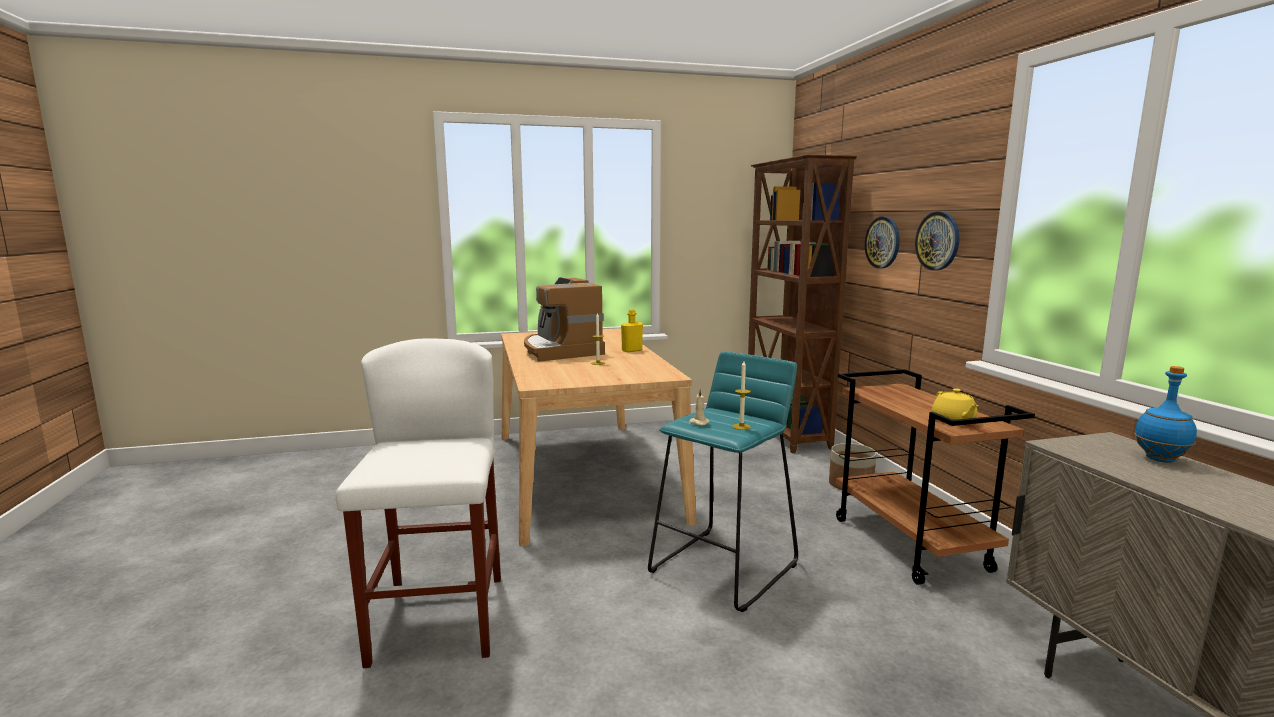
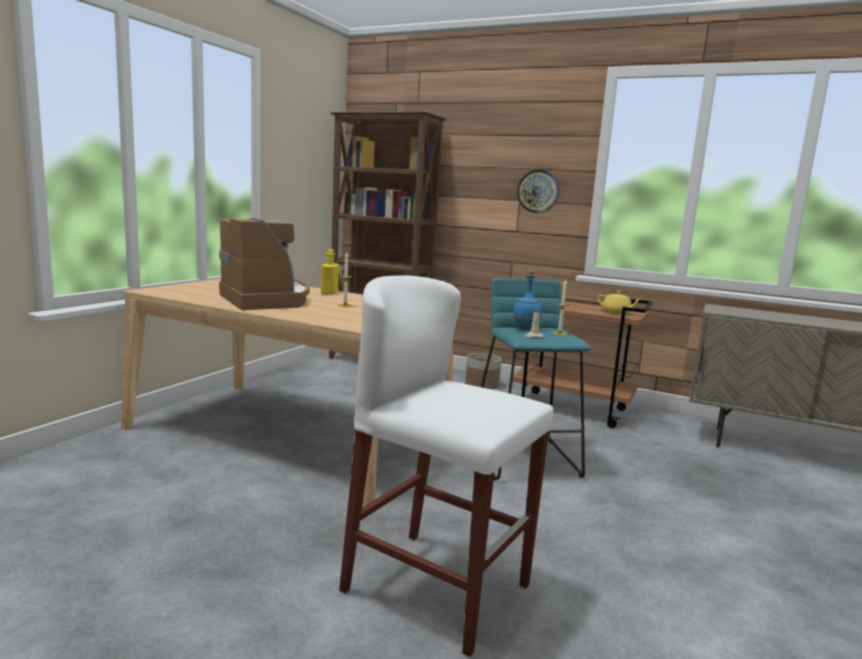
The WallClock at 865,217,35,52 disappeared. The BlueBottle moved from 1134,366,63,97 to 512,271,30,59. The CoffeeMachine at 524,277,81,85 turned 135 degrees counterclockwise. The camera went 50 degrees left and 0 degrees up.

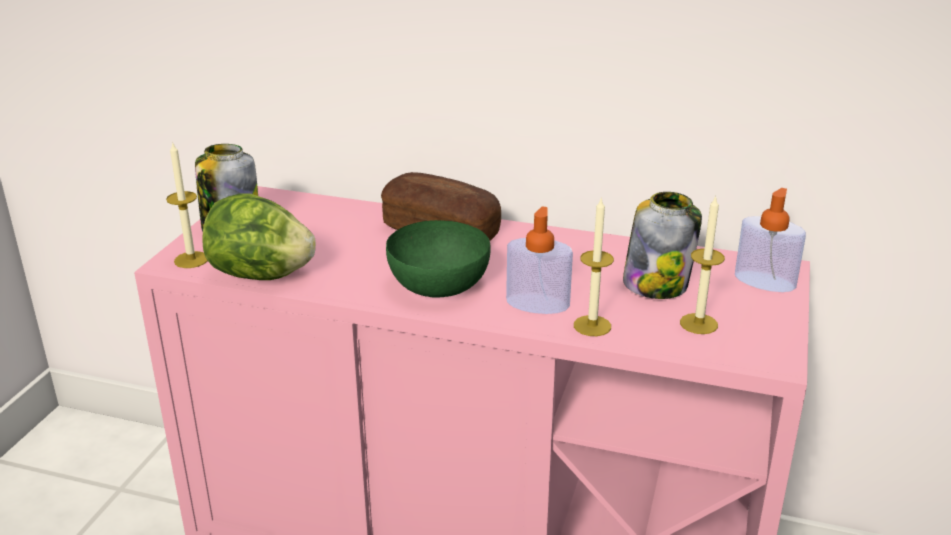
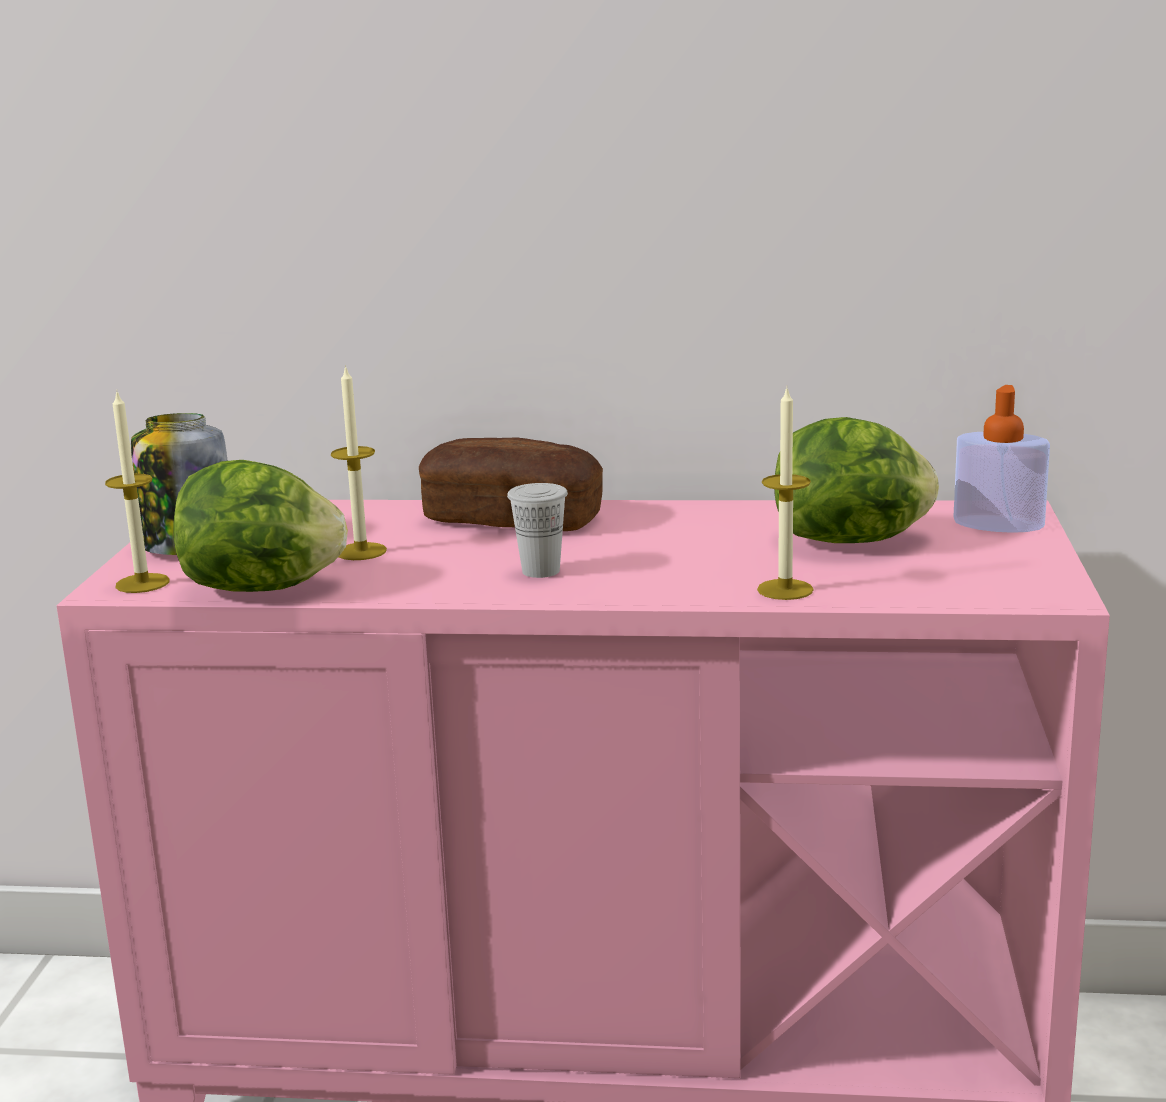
The SoapDispenser at 506,207,67,107 disappeared. The Candle moved from 680,195,45,139 to 331,365,56,195. The GreenBowl at 386,220,105,78 was replaced by the WhiteCup at 507,483,61,95. The Jar at 623,192,79,107 was replaced by the Lettuce at 774,417,165,126. The camera went 10 degrees left and 10 degrees down.

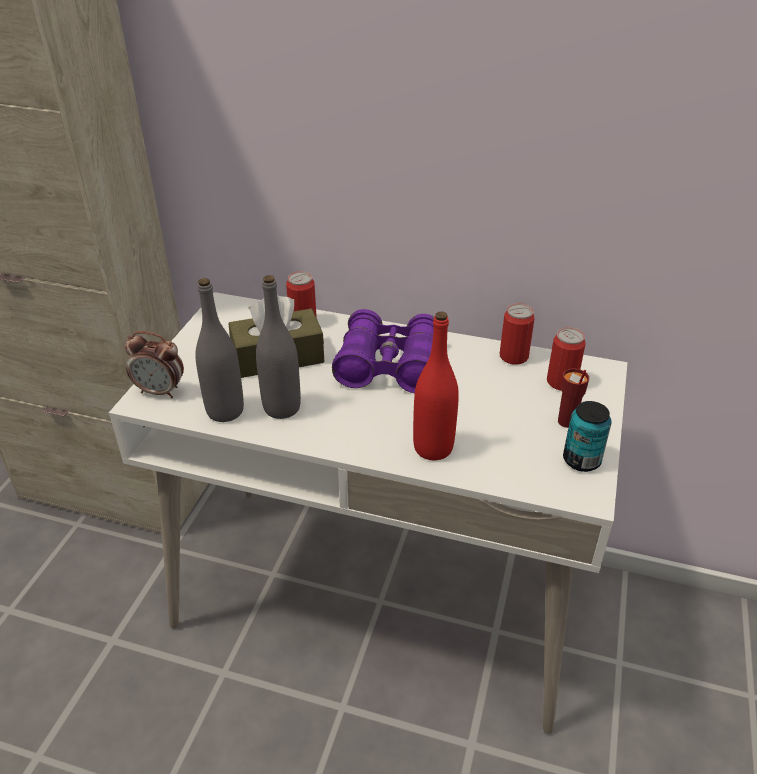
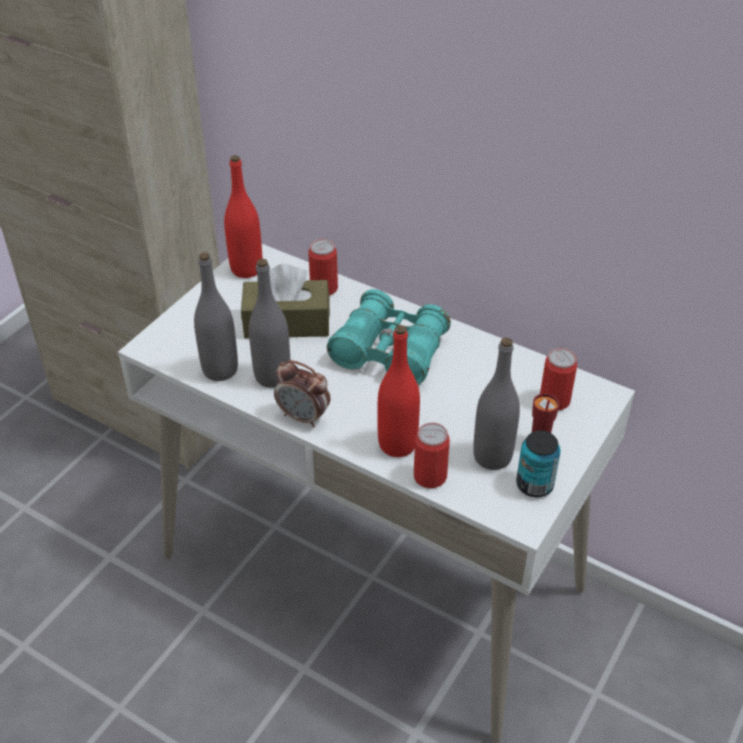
The RedBottle at 224,155,39,123 appeared. The GreyBottle at 473,338,47,132 appeared. The AlarmClock moved from 125,331,59,67 to 274,360,56,68. The Can moved from 500,303,34,62 to 414,423,36,65. The PurpleBinoculars at 332,309,102,84 became the TurquoiseBinoculars at 327,289,124,96. The camera went 15 degrees right and 5 degrees up.

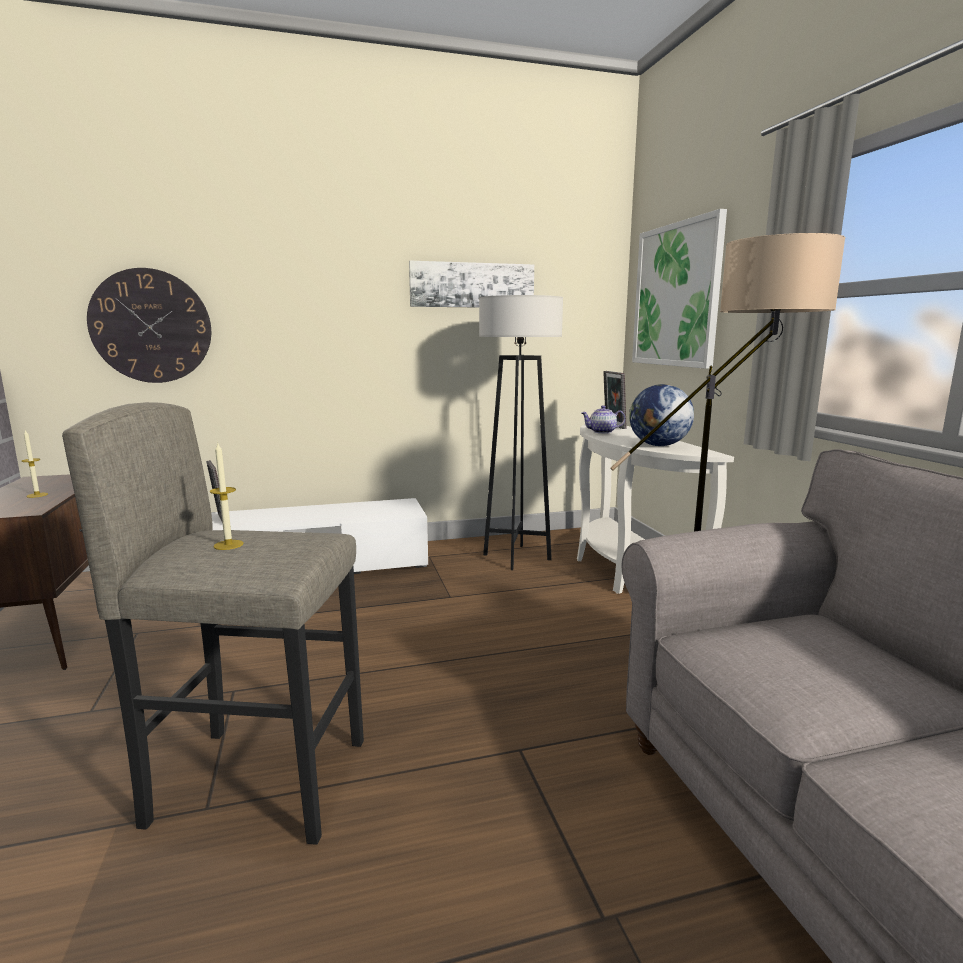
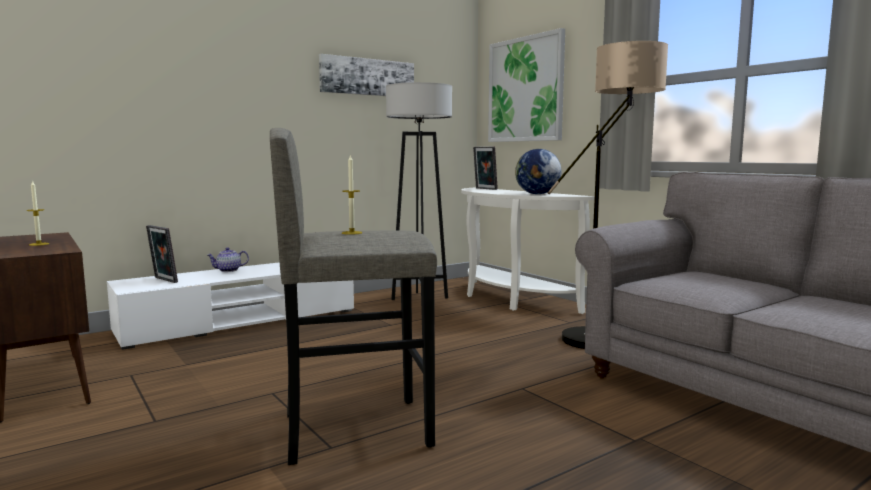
The WallClock at 87,268,124,115 disappeared. The Teapot moved from 581,405,44,29 to 207,247,42,25. The camera went 20 degrees left and 5 degrees down.

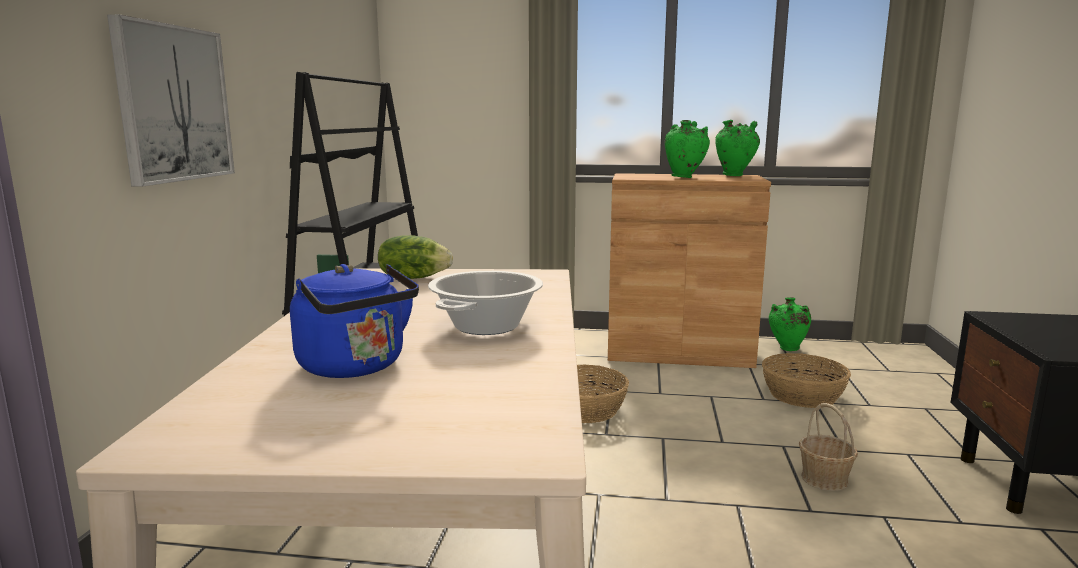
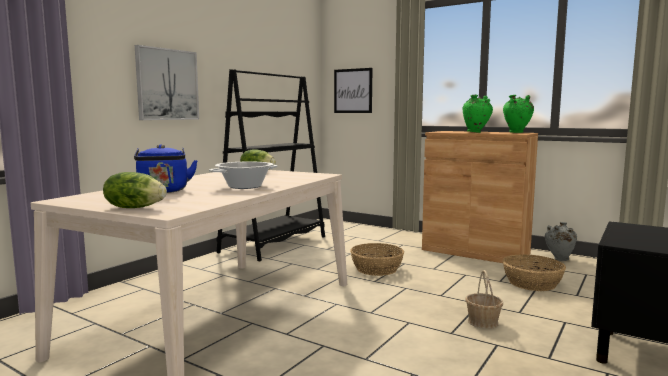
The Lettuce at 103,172,64,36 appeared. The Picture at 334,68,38,45 appeared. The GreenVase at 769,297,42,54 became the GreyVase at 545,222,32,39. The camera went 25 degrees right and 5 degrees down.

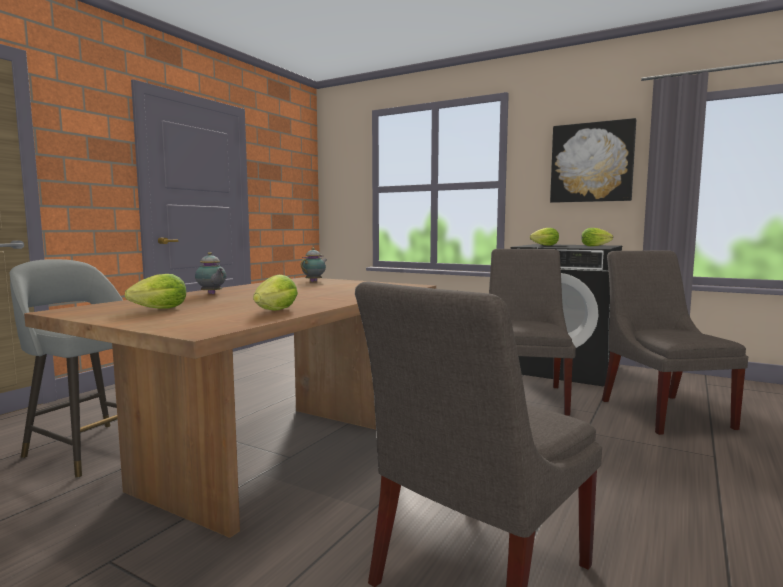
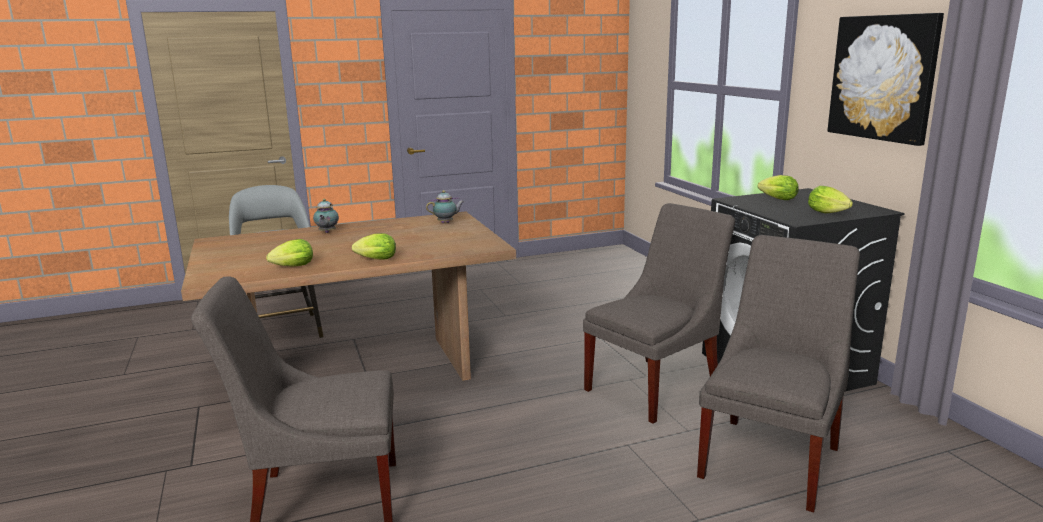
The Lettuce moved from 125,274,61,35 to 352,233,44,27. The camera went 40 degrees right and 10 degrees up.

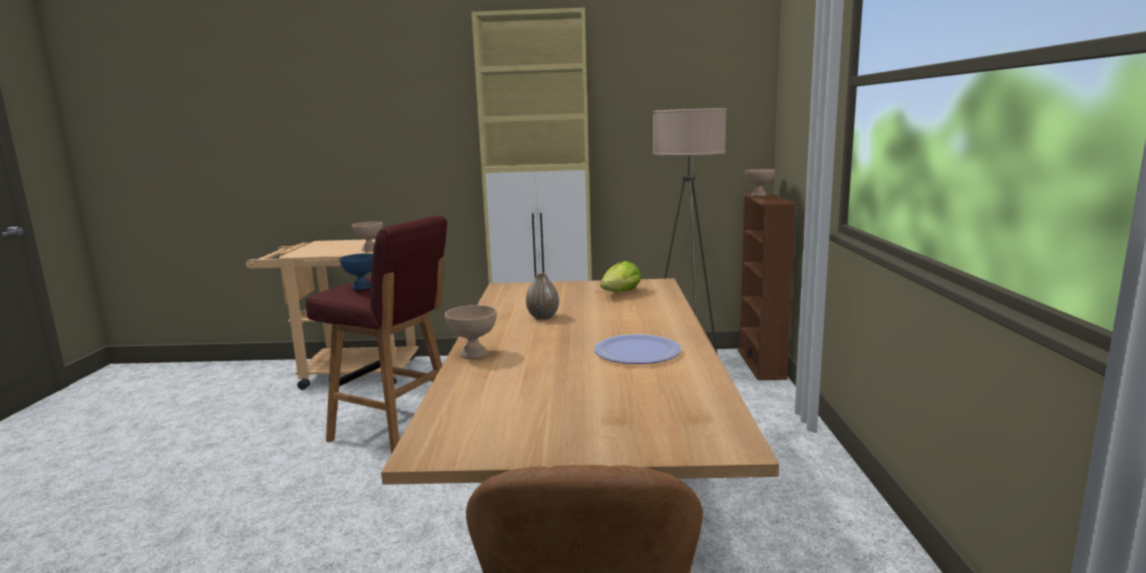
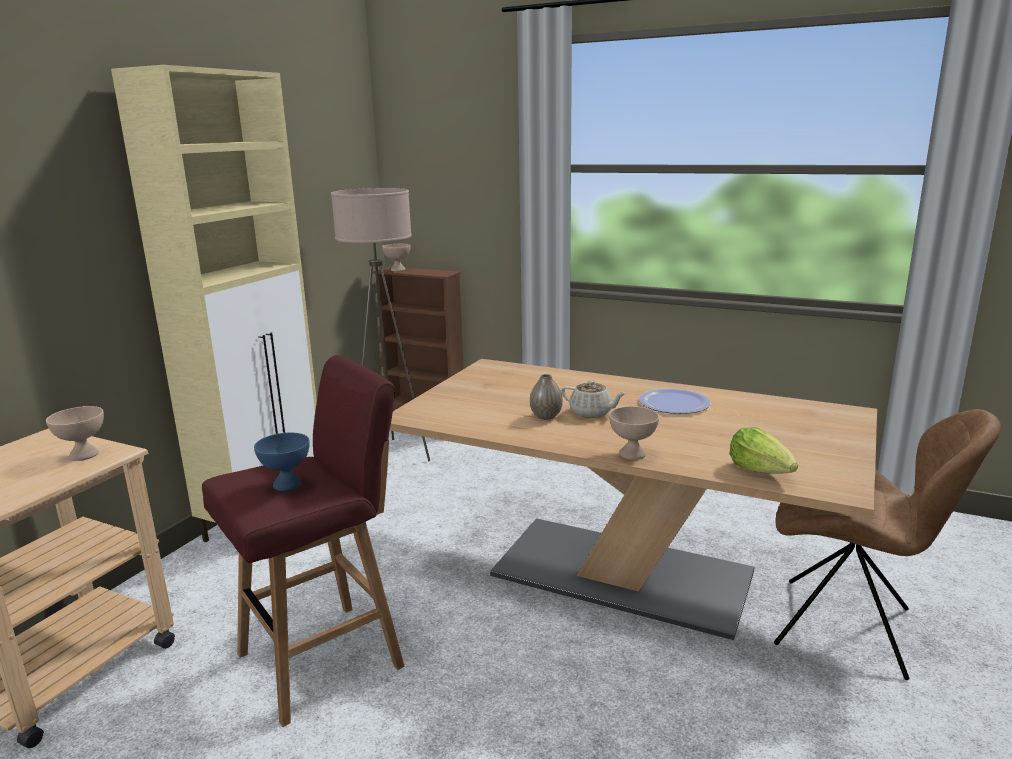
The BeigeTeapot at 561,380,65,38 appeared. The Lettuce moved from 600,261,41,31 to 729,427,69,47. The camera went 65 degrees left and 5 degrees up.

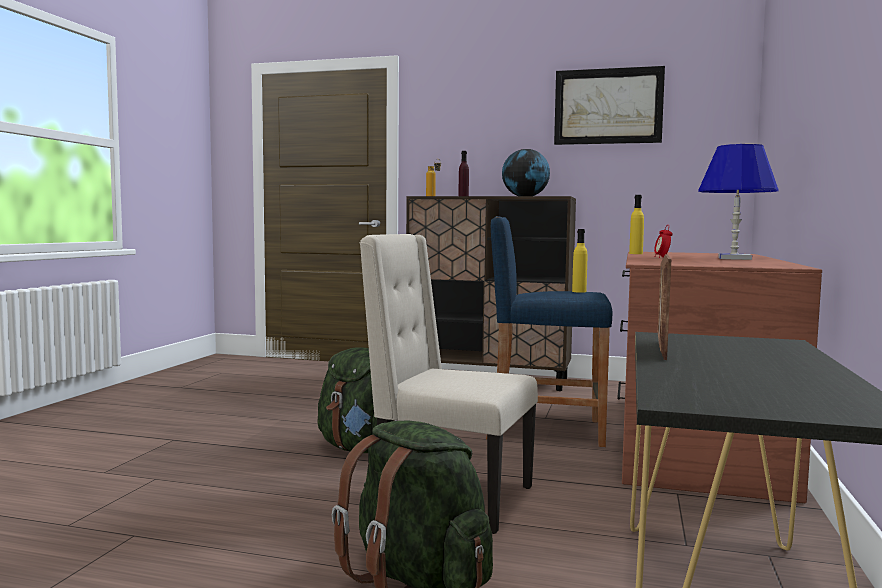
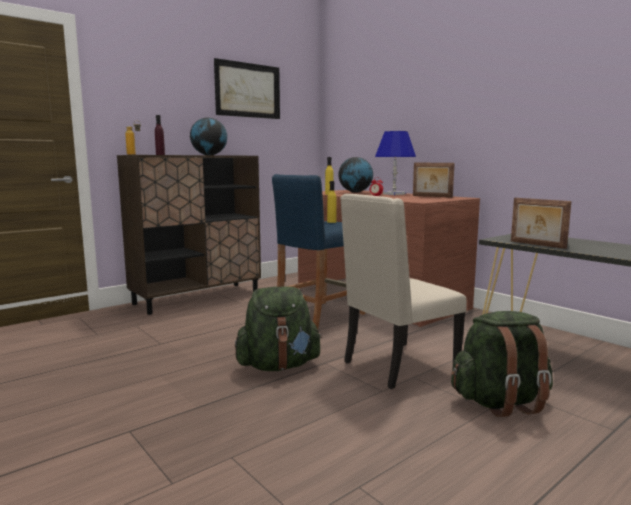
The Globe at 338,157,35,36 appeared. The PictureFrame at 413,163,42,35 appeared. The camera went 55 degrees left and 5 degrees up.

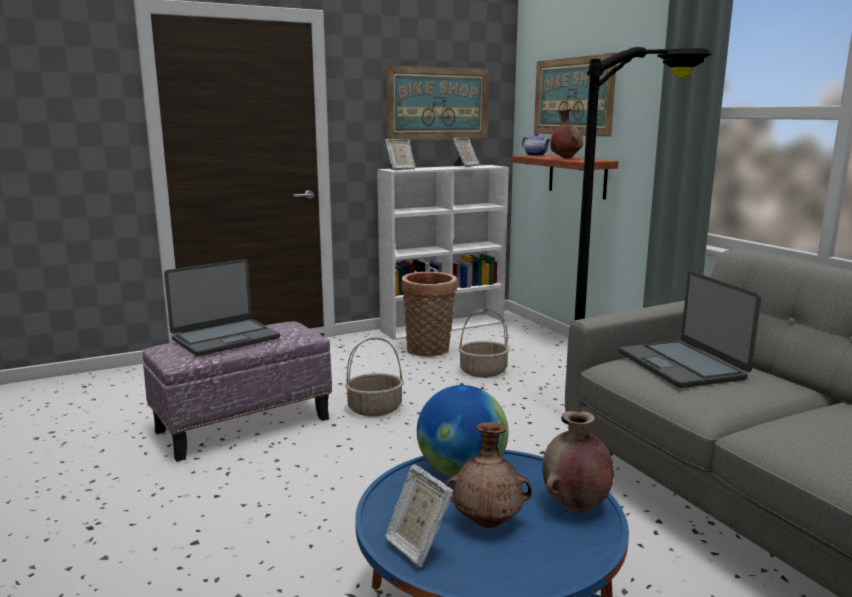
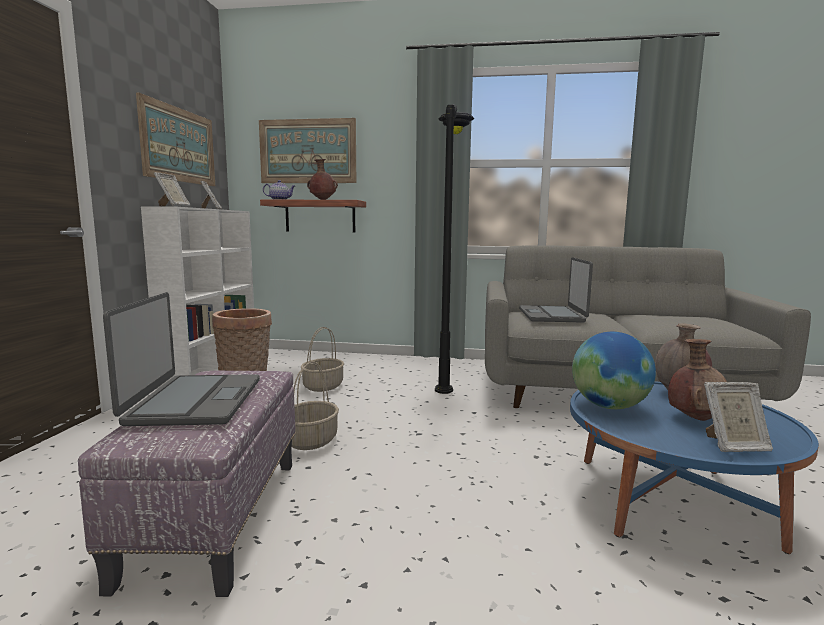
The Laptop at 619,271,142,117 turned 75 degrees clockwise. The camera went 55 degrees left and 5 degrees down.

